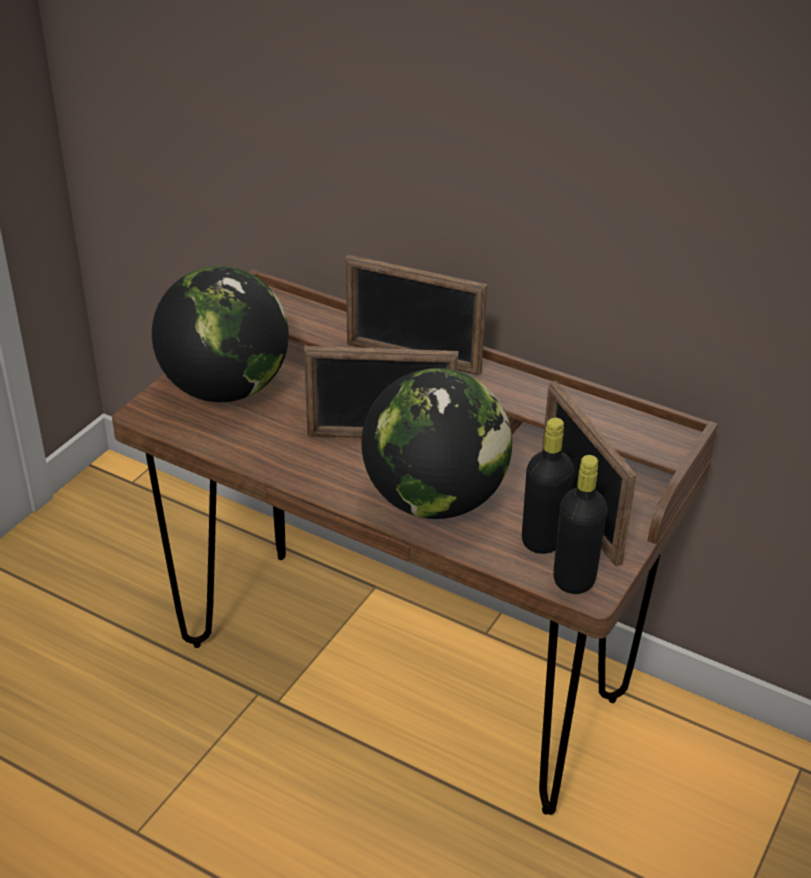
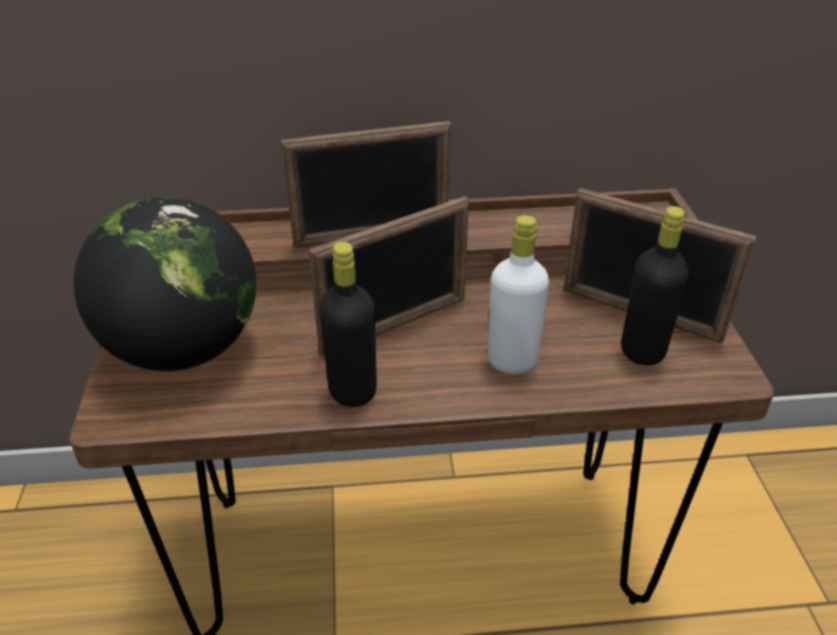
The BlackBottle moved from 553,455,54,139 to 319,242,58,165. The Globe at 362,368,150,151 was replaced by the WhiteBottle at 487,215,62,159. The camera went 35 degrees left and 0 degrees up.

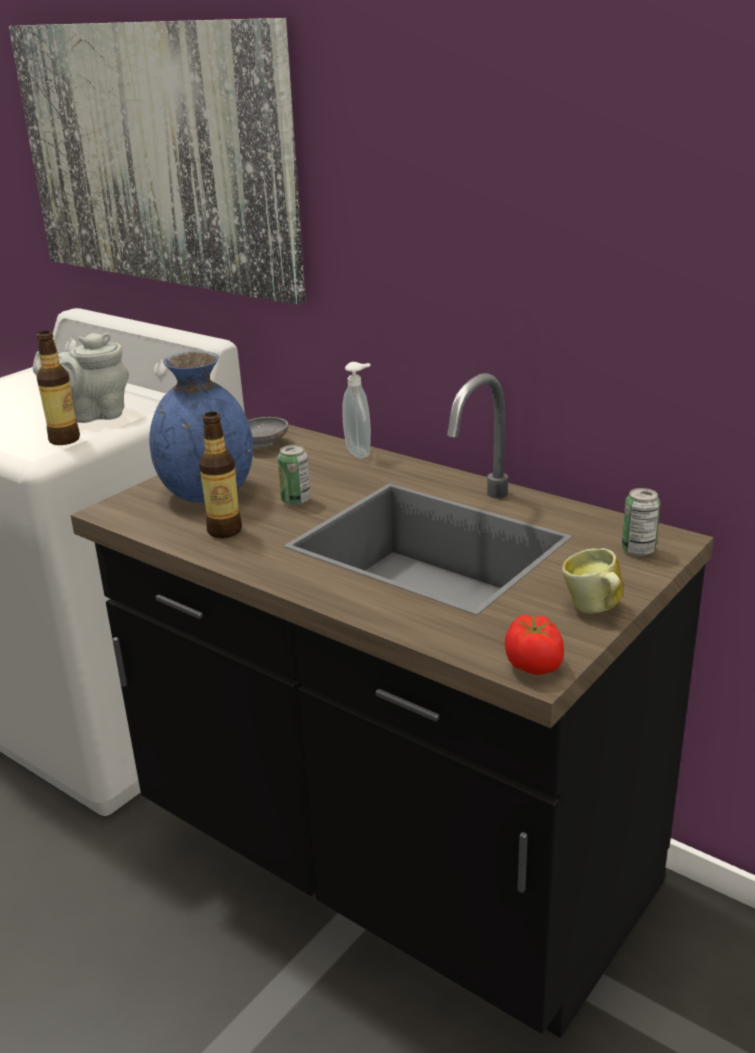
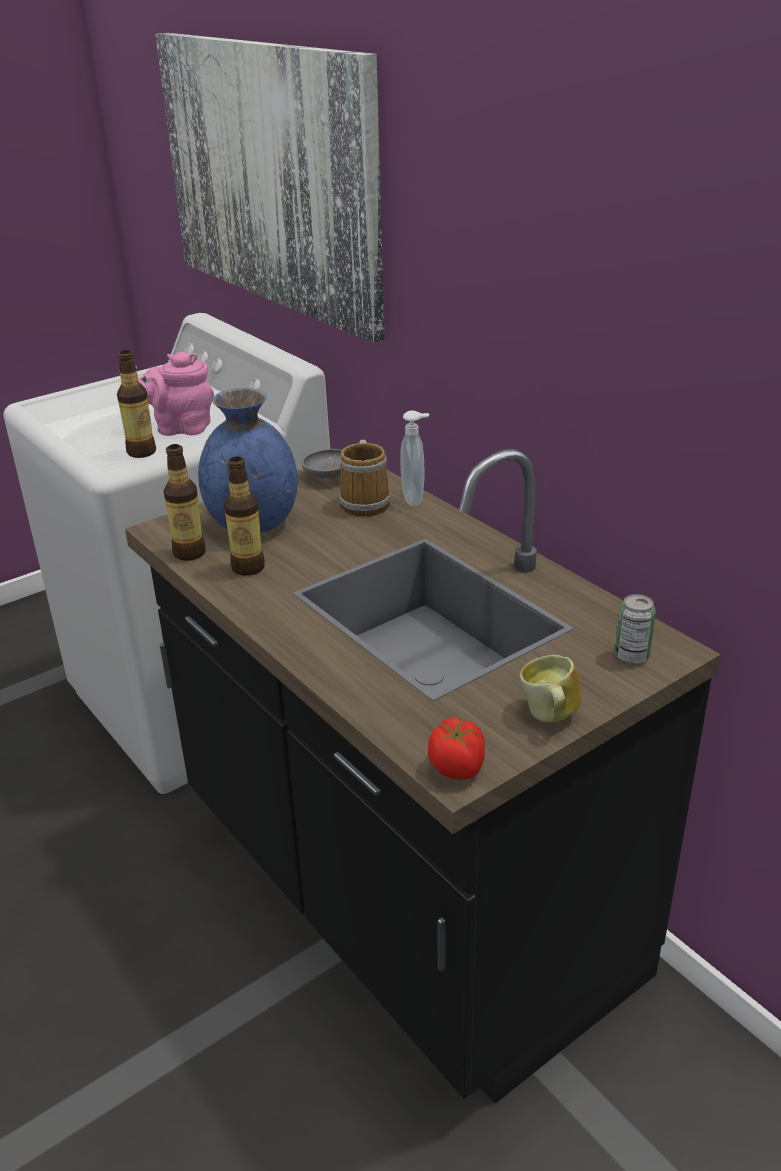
The Can at 278,445,33,61 disappeared. The Bottle at 164,444,42,117 appeared. The Mug at 339,440,52,76 appeared. The GreyTeapot at 33,333,96,90 became the PinkTeapot at 135,352,79,84. The camera went 15 degrees right and 5 degrees up.

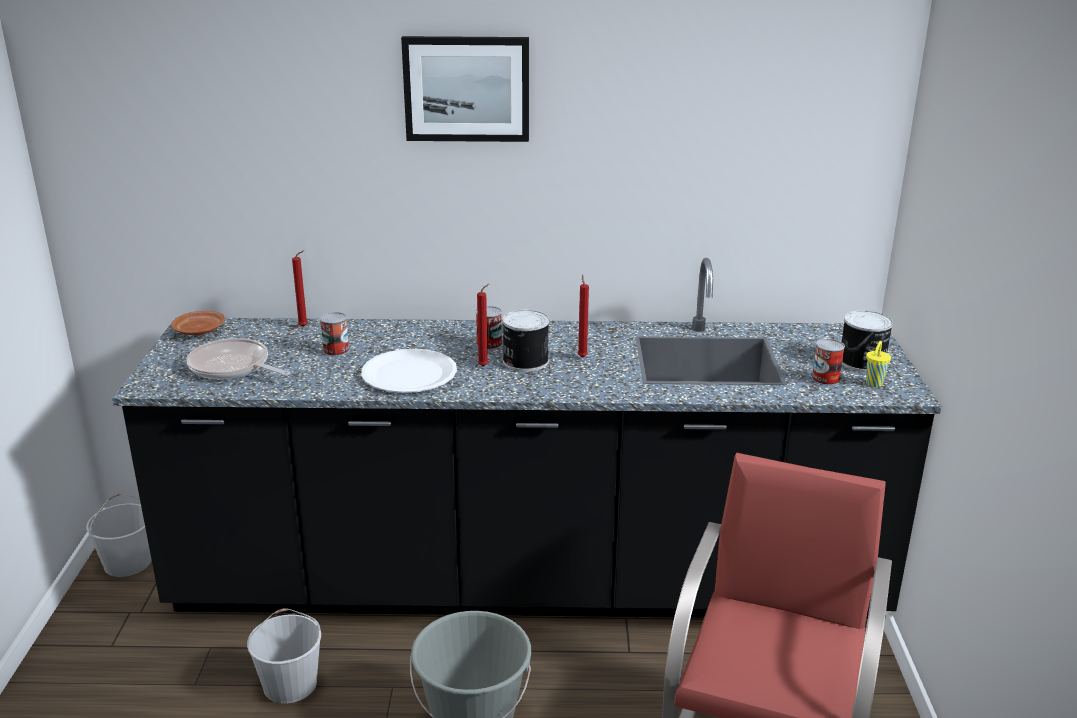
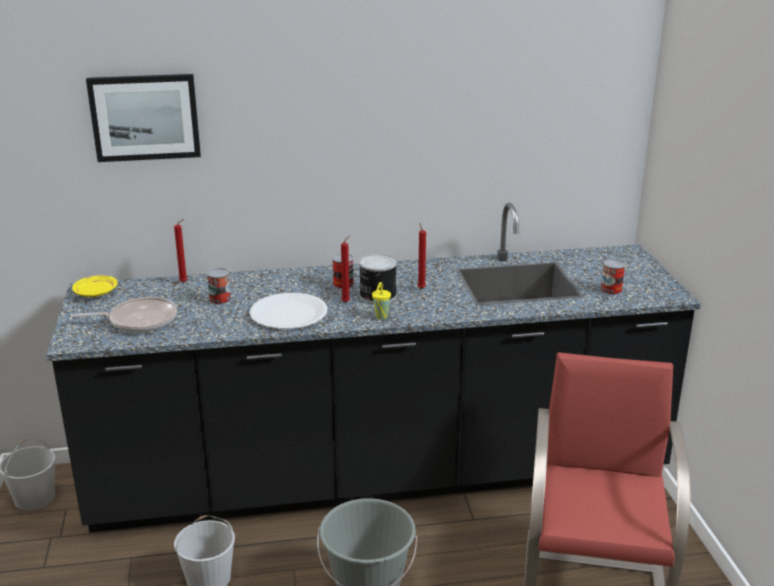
The Can at 842,310,51,62 disappeared. The Picture moved from 401,36,128,106 to 86,74,115,88. The YellowCup moved from 866,341,25,46 to 372,282,19,37. The BrownPlate at 171,311,54,24 became the YellowPlate at 72,275,46,22. The FryingPan at 186,338,104,41 turned 150 degrees clockwise. The camera went 10 degrees left and 0 degrees up.

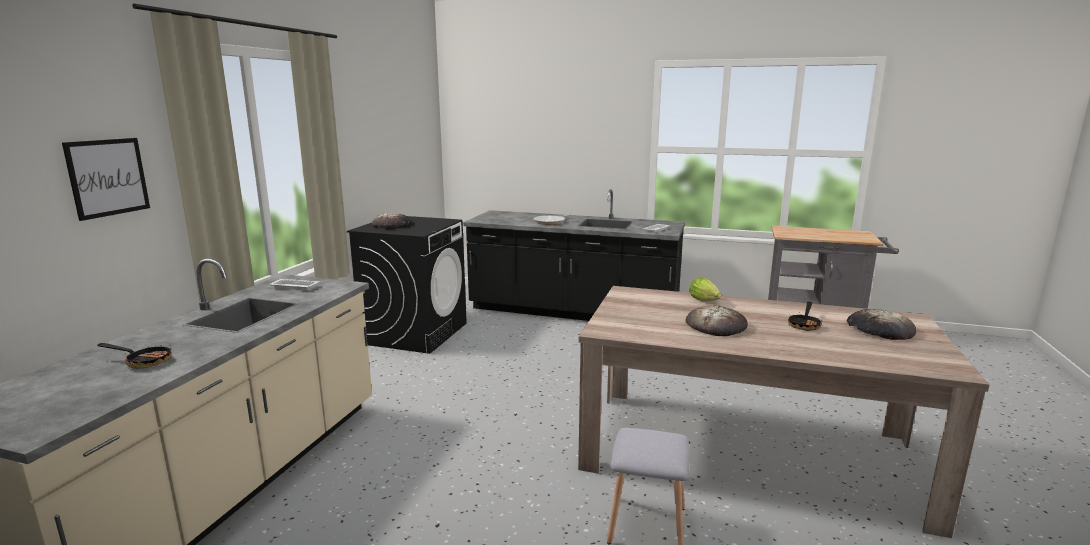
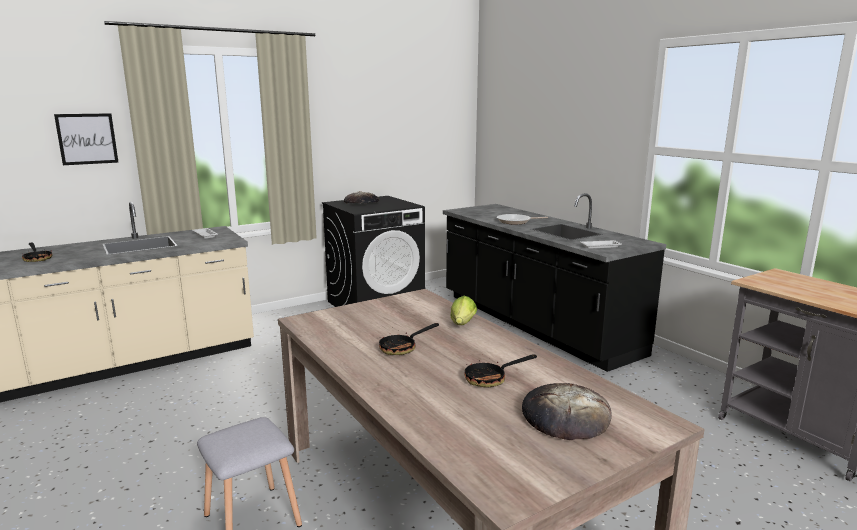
The Bread at 685,306,63,30 was replaced by the FryingPan at 379,323,60,32. The camera went 40 degrees right and 0 degrees up.

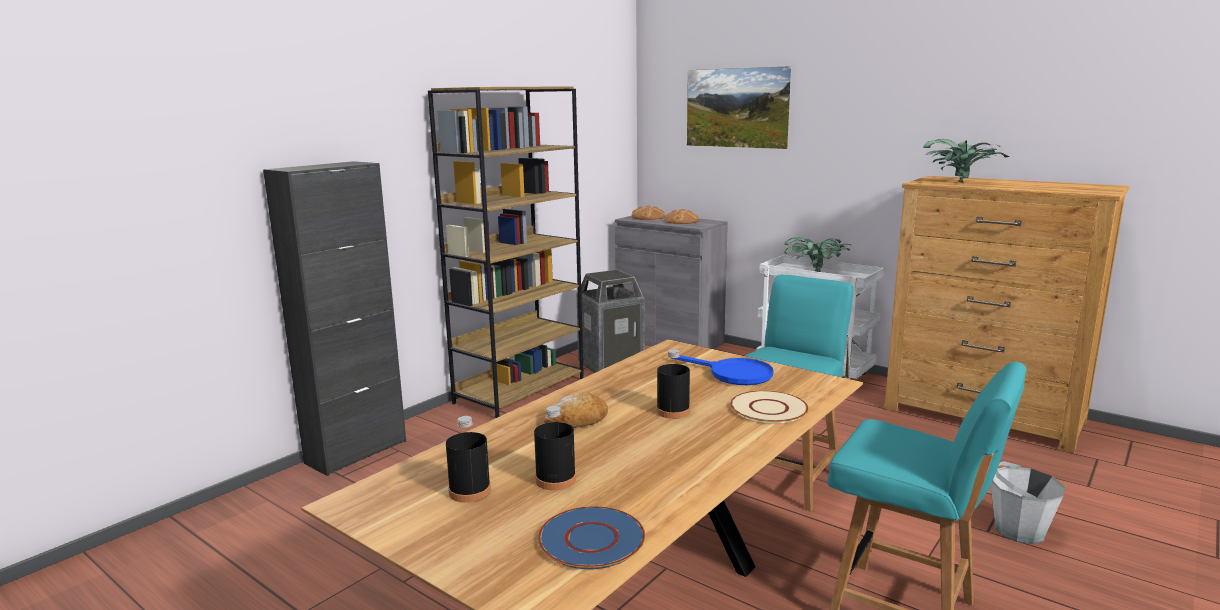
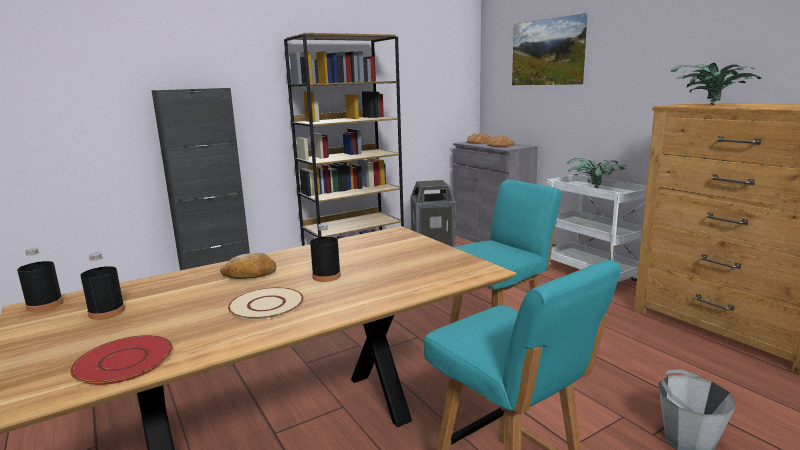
The BlueFryingPan at 671,355,102,30 disappeared. The BlackBottle moved from 534,406,42,84 to 17,248,46,64. The BeigePlate moved from 730,391,79,33 to 228,287,76,33. The BluePlate at 538,506,107,63 became the RedPlate at 70,335,103,50. The camera went 20 degrees right and 0 degrees up.

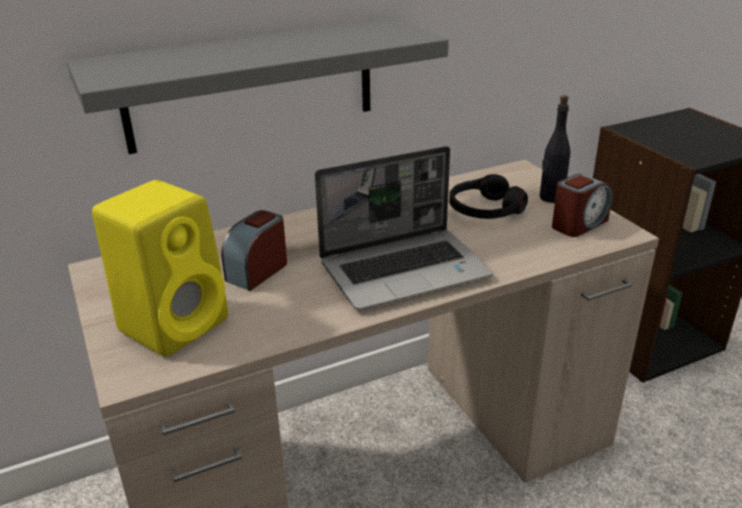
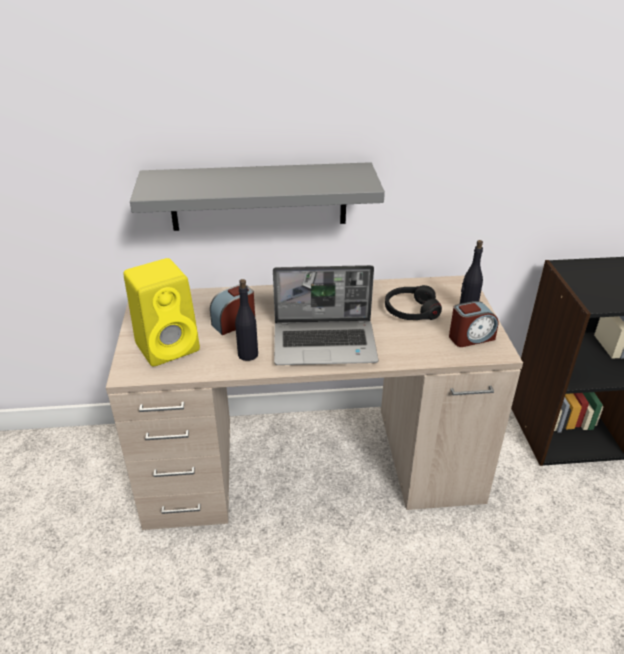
The BlackBottle at 235,279,23,82 appeared. The camera went 20 degrees right and 5 degrees up.

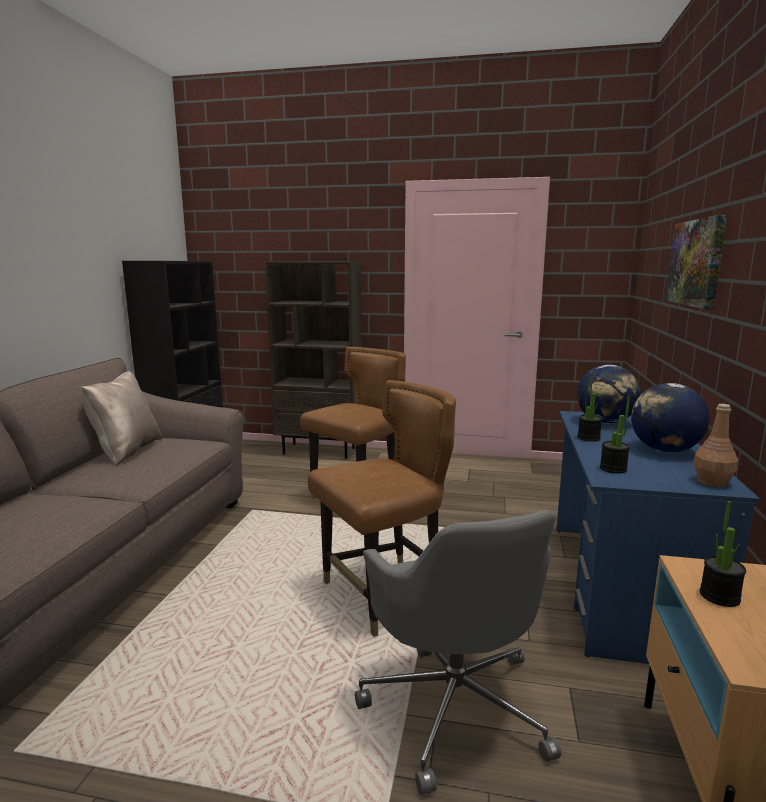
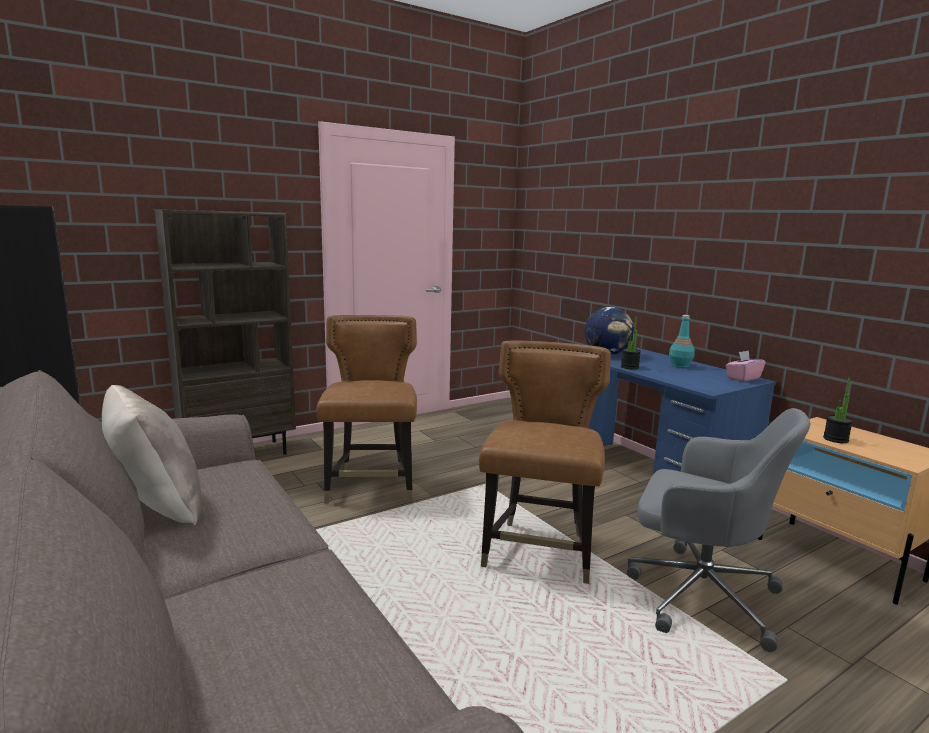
The PottedPlant at 600,396,30,78 disappeared. The Picture at 666,215,61,94 disappeared. The Globe at 631,383,78,70 was replaced by the TurquoiseBottle at 669,315,26,53. The BrownBottle at 693,404,45,83 was replaced by the PinkTissueBox at 725,350,41,32. The camera went 45 degrees left and 0 degrees up.

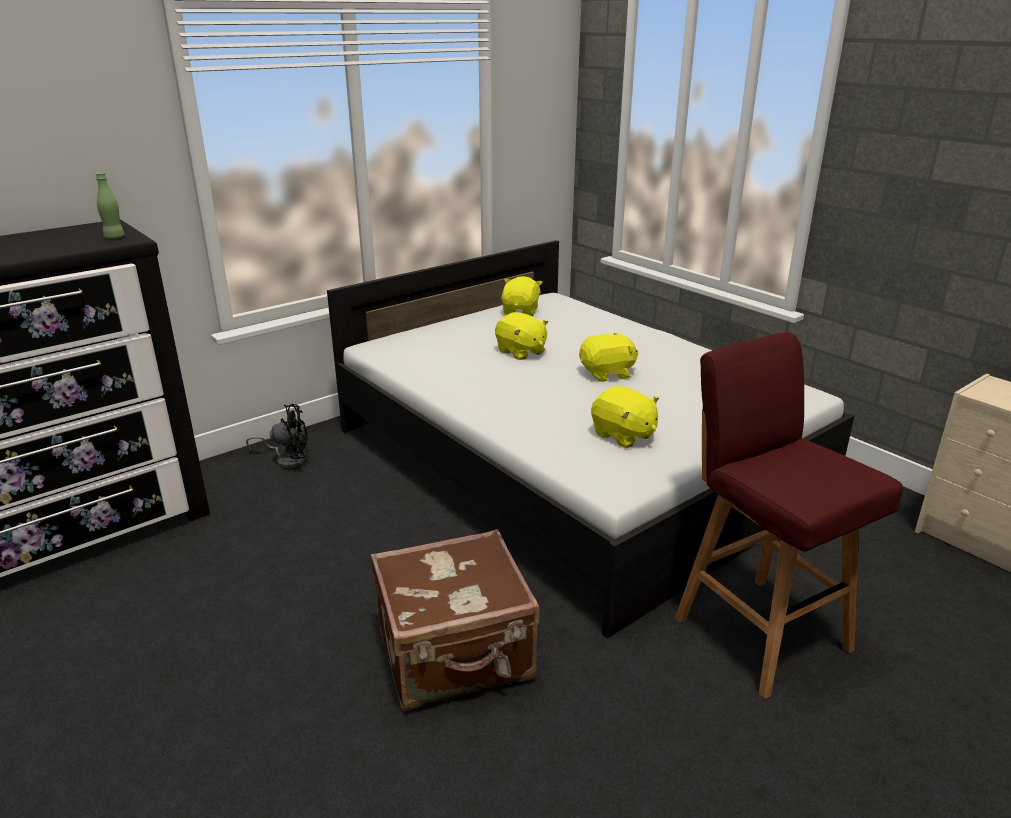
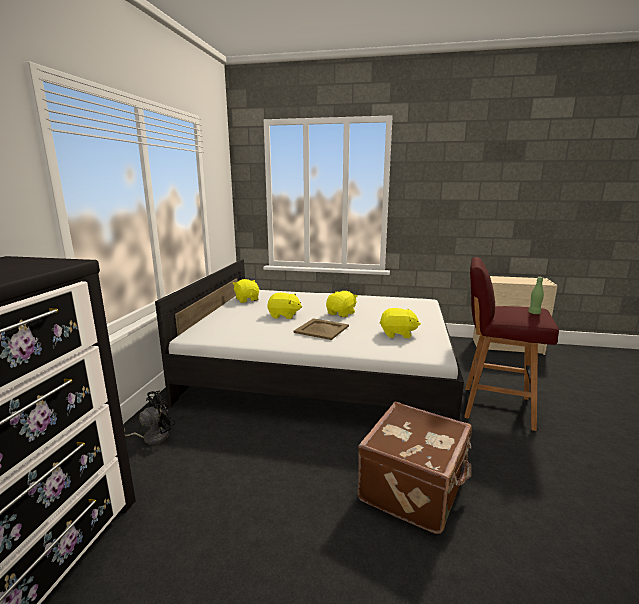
The BeigeTray at 293,318,56,22 appeared. The GreenBottle moved from 96,172,28,67 to 528,277,16,37. The camera went 40 degrees left and 10 degrees down.

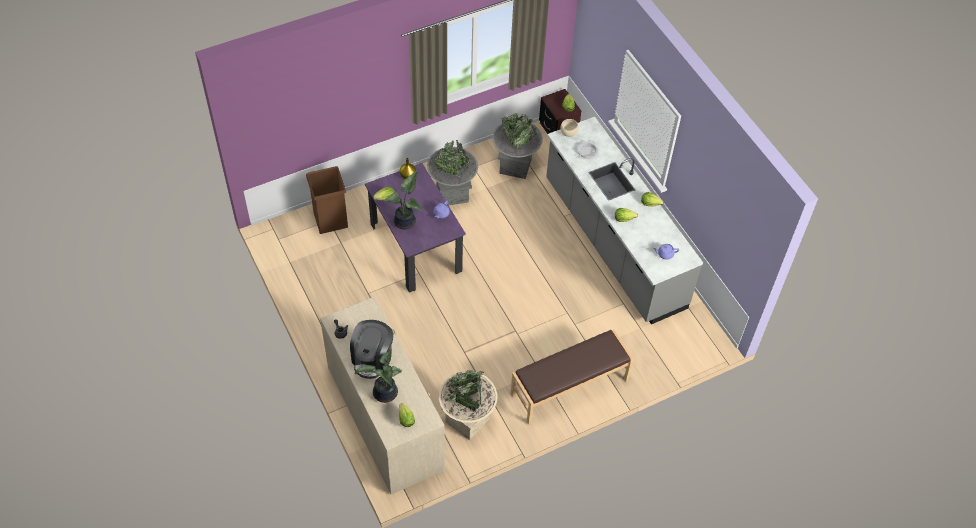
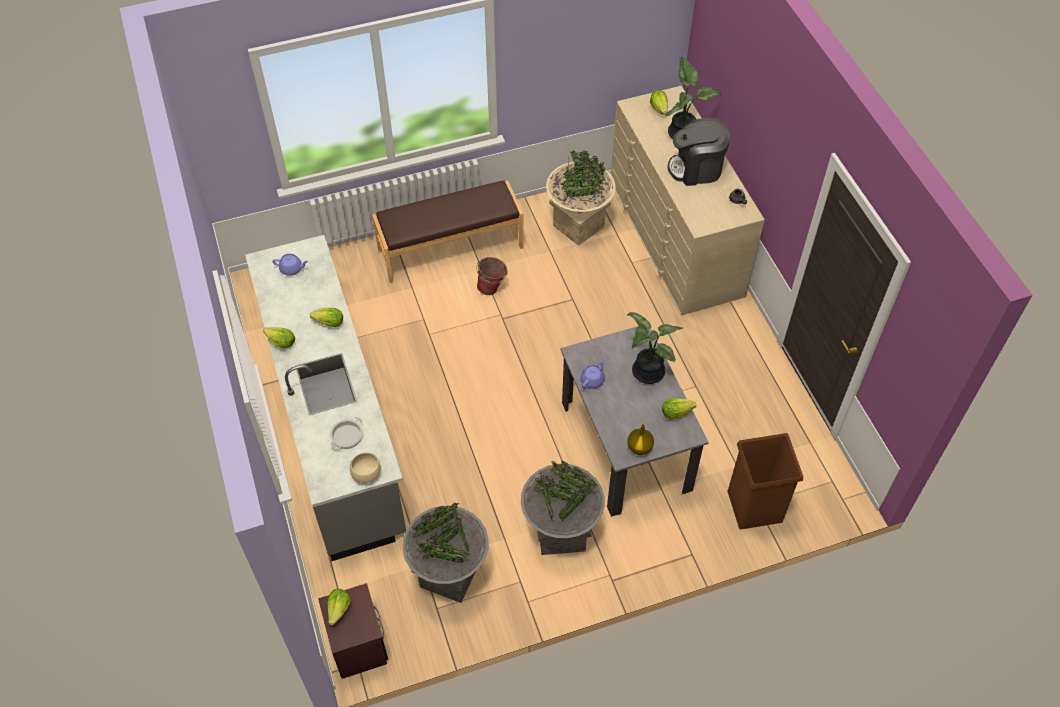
The Bucket at 477,257,31,38 appeared. The PurpleDiningTable at 365,163,101,130 became the GreyDiningTable at 560,326,149,191. The CoffeeMachine at 350,320,43,59 turned 120 degrees counterclockwise. The camera went 170 degrees left and 0 degrees up.

